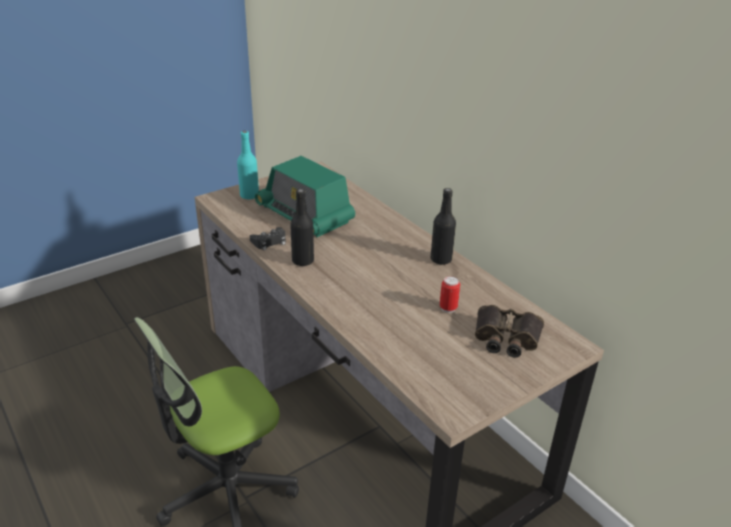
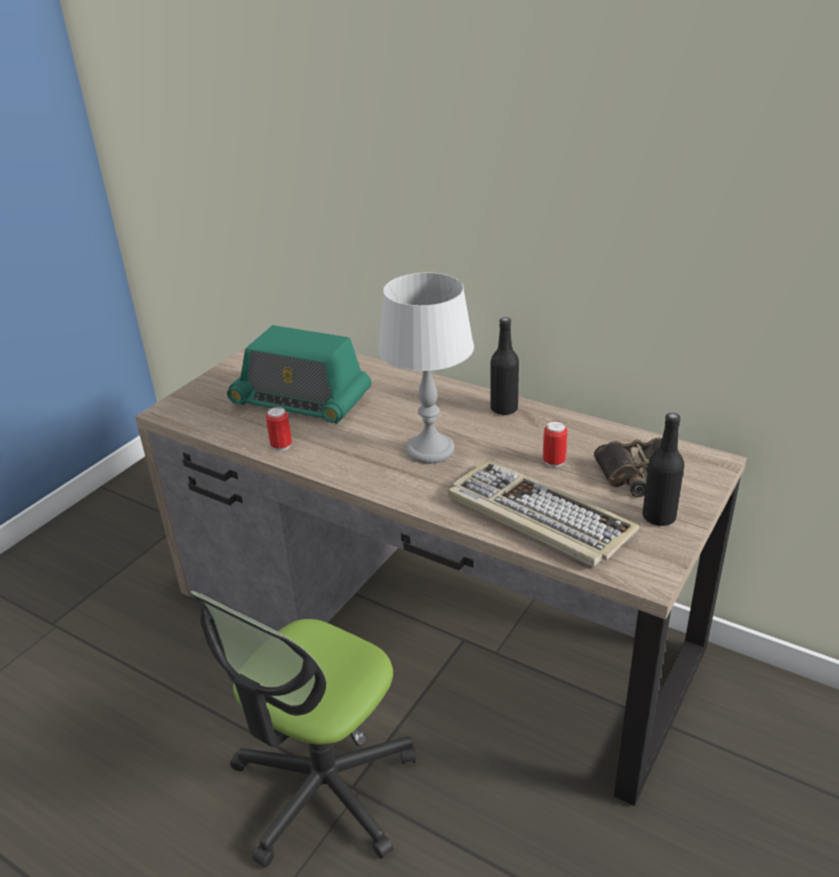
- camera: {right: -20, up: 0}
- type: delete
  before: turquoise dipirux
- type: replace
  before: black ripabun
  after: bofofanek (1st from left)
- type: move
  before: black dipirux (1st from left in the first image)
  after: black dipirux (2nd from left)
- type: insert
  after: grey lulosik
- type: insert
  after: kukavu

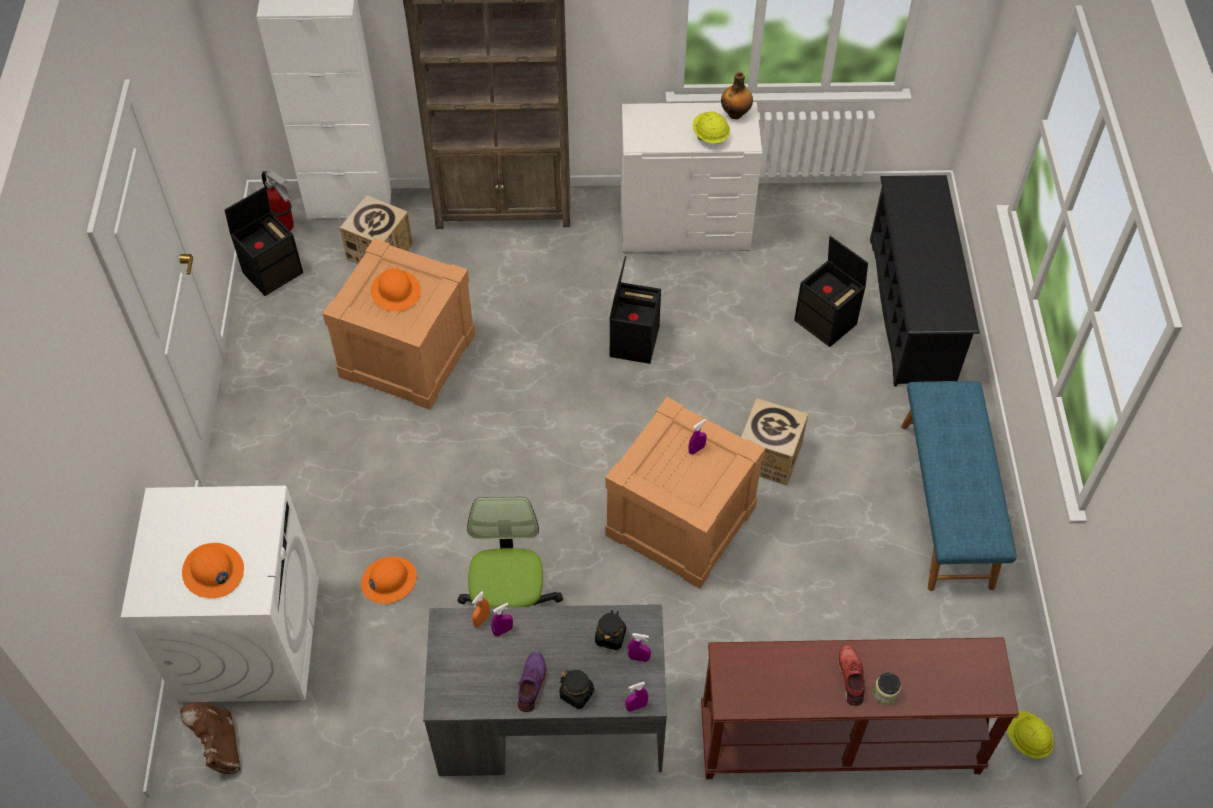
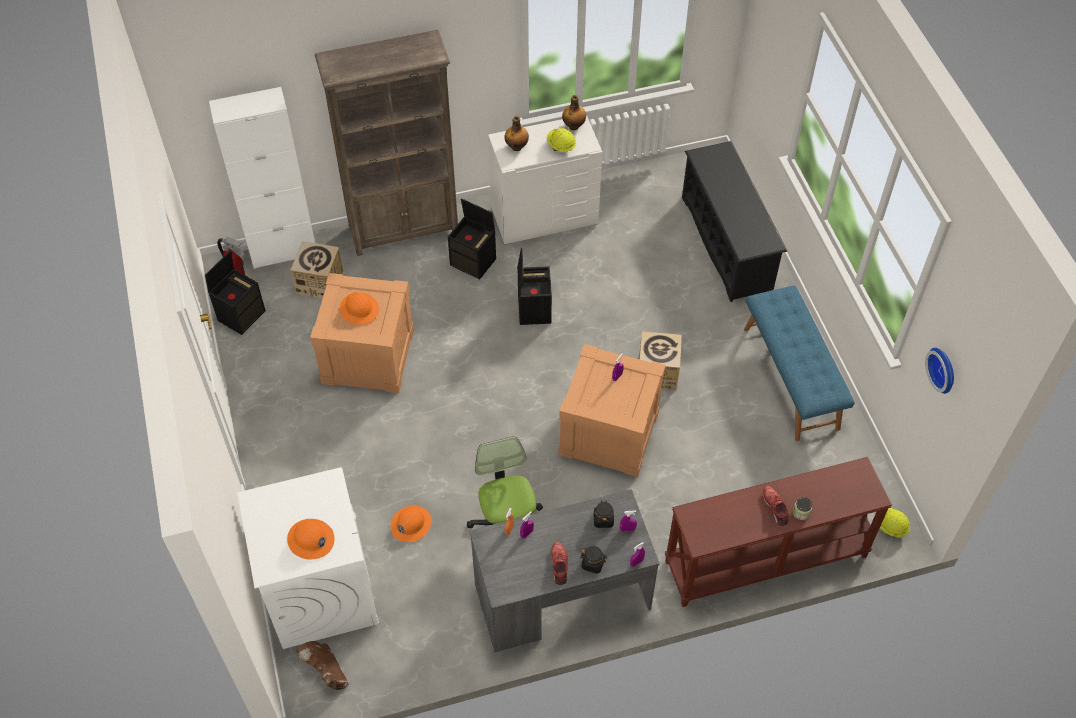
- camera: {right: -15, up: 0}
- type: recolor
  before: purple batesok
  after: red batesok (1st from left)
- type: move
  before: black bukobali (3rd from left in the first image)
  after: black bukobali (2nd from left)
- type: insert
  after: dipirux (1st from left)
- type: insert
  after: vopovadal

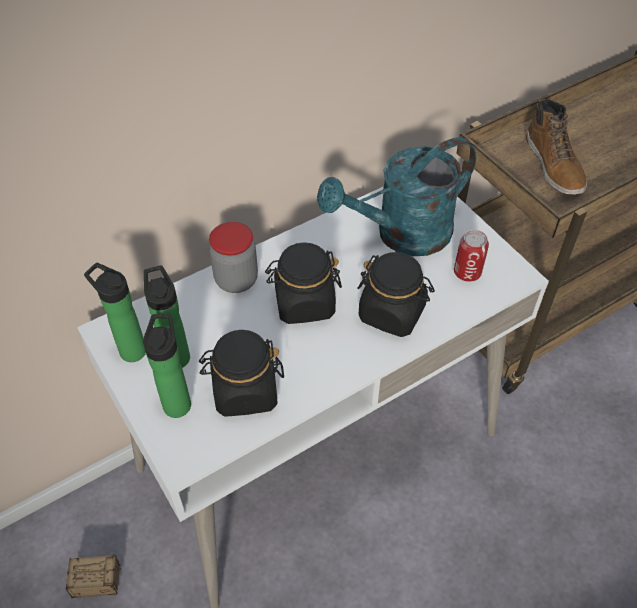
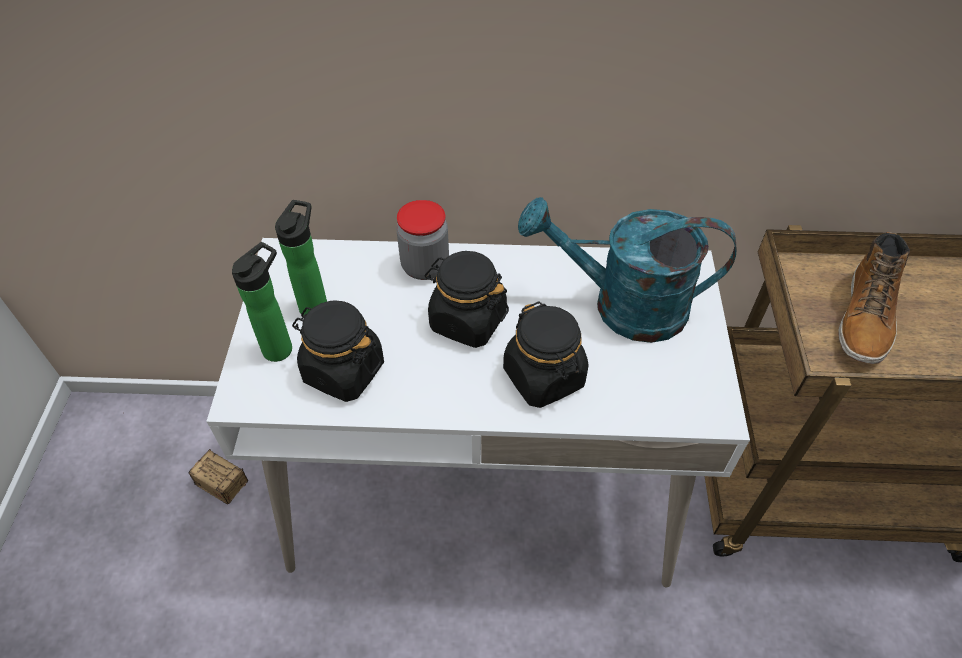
- camera: {right: 35, up: 0}
- type: delete
  before: dipirux (1st from left)
- type: delete
  before: bofofanek

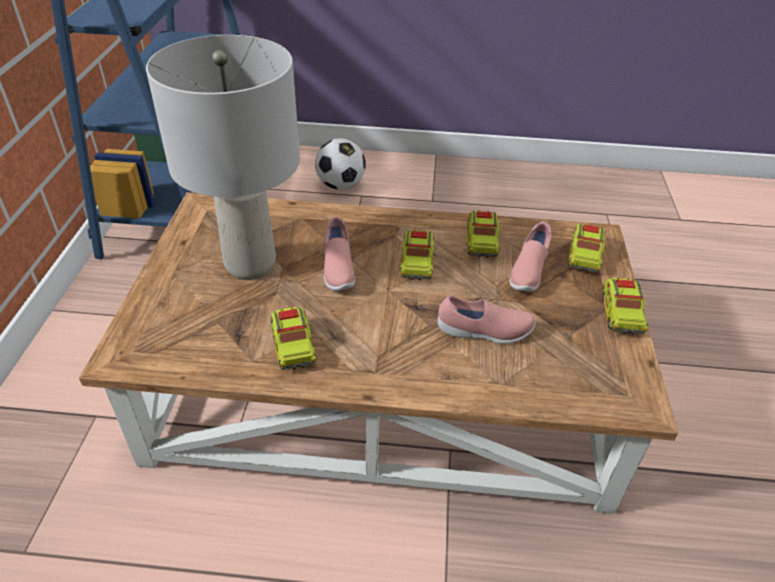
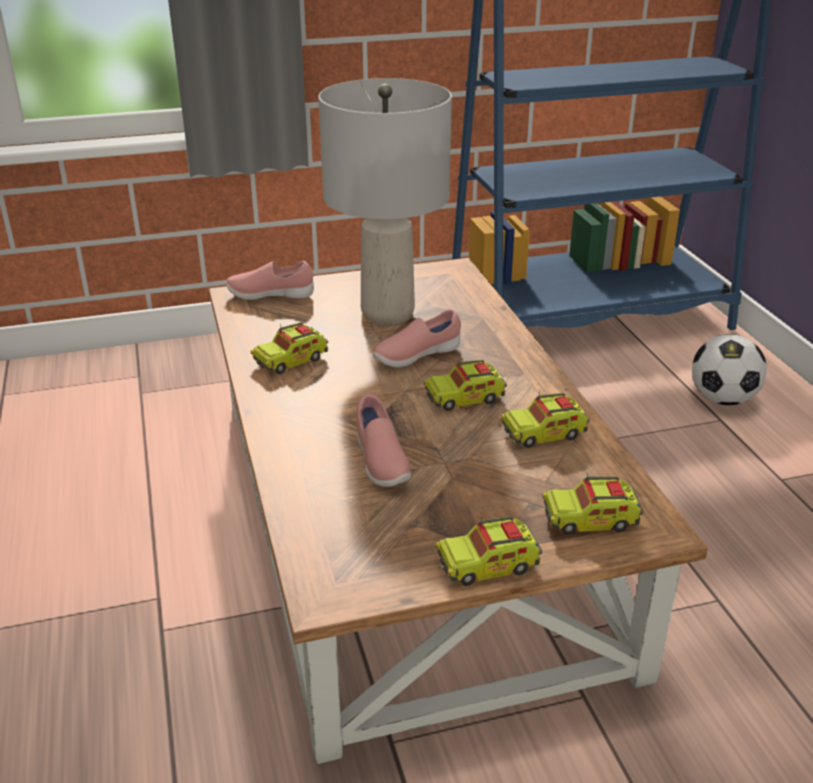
- camera: {right: 70, up: -10}
- type: move
  before: pink batesok (3rd from left in the first image)
  after: pink batesok (1st from left)

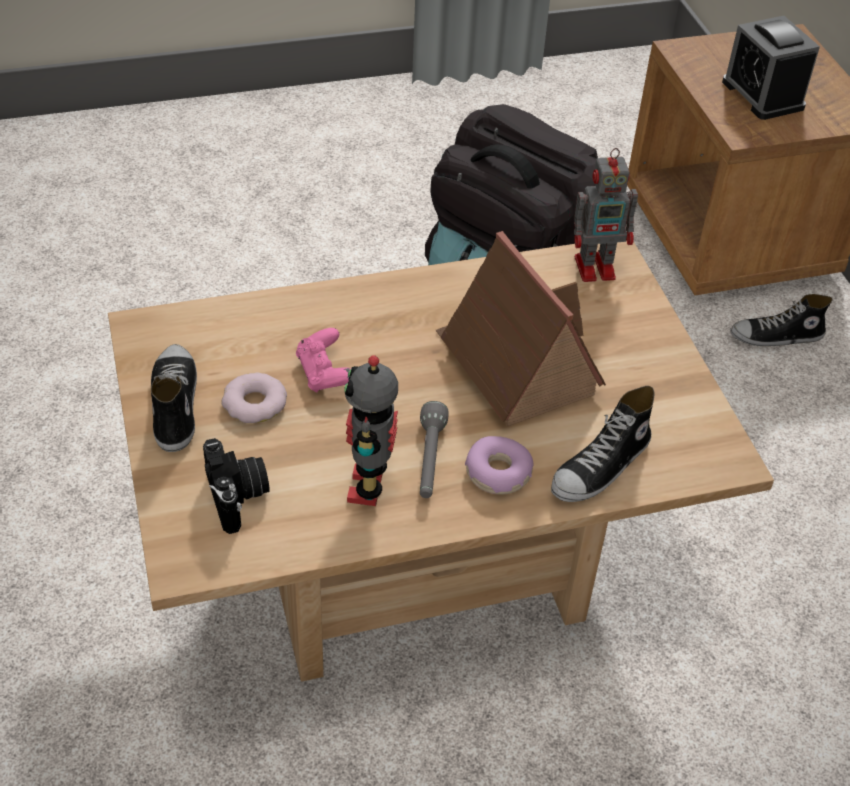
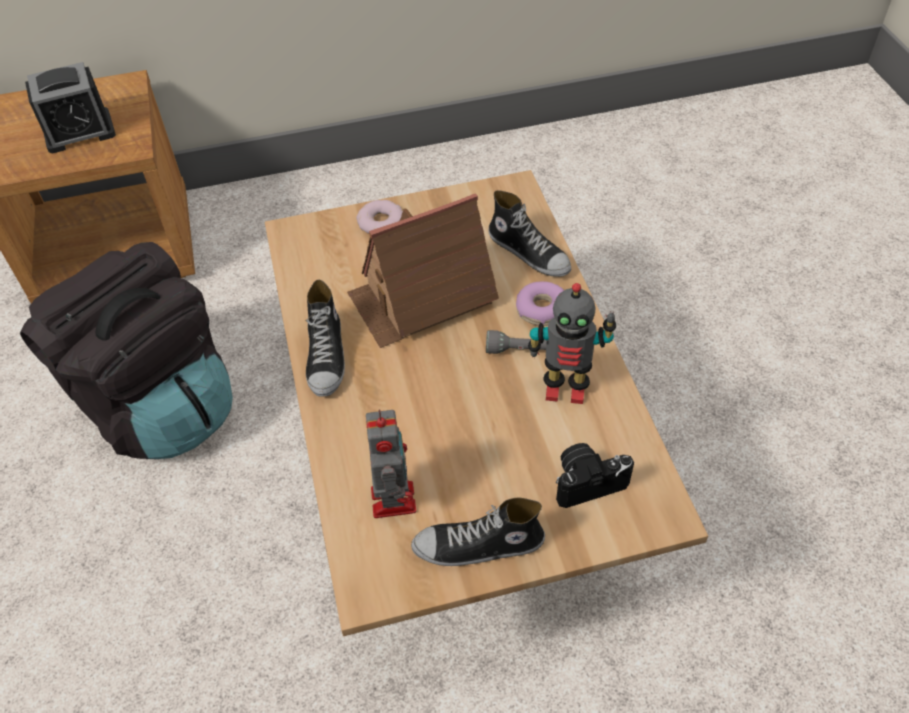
- camera: {right: -85, up: 5}
- type: move
  before: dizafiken (1st from left)
- type: delete
  before: pink ripabun
- type: move
  before: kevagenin (2nd from left in the first image)
  after: kevagenin (1st from left)
- type: move
  before: batesok (3rd from left in the first image)
  after: batesok (1st from left)

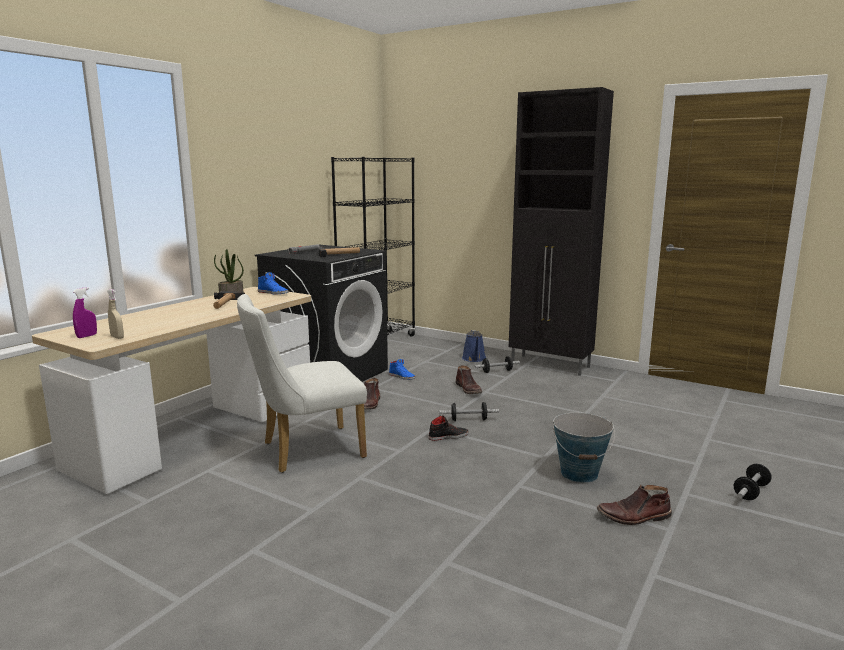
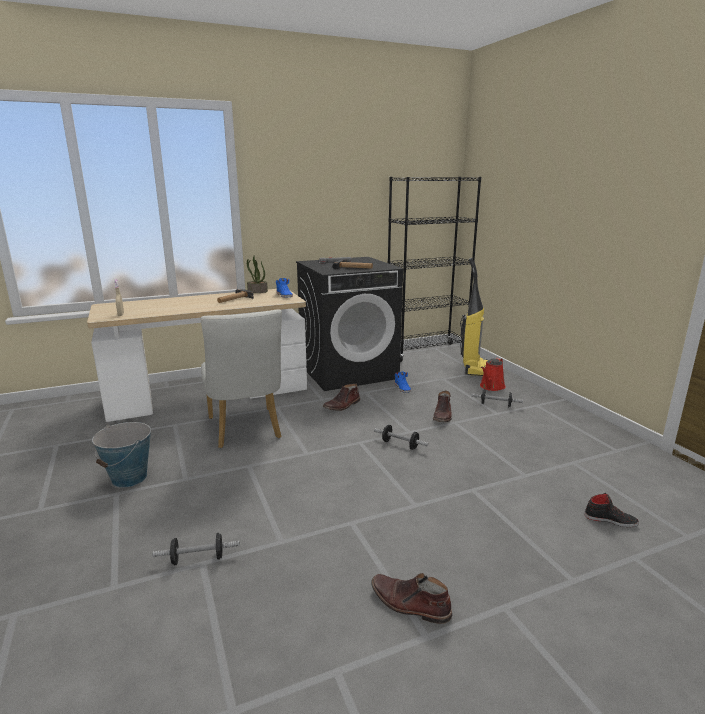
- camera: {right: 35, up: 5}
- type: delete
  before: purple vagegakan
- type: rotate
  before: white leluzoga
  turn: -120
- type: move
  before: black batesok
- type: recolor
  before: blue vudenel
  after: red vudenel
- type: delete
  before: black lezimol
- type: move
  before: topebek
- type: move
  before: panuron (3rd from left in the first image)
  after: panuron (1st from left)
- type: insert
  after: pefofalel

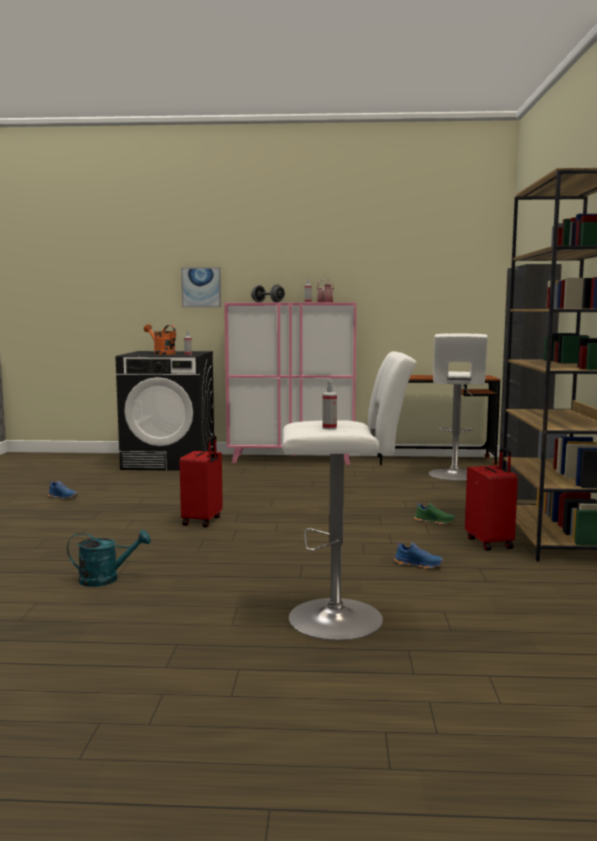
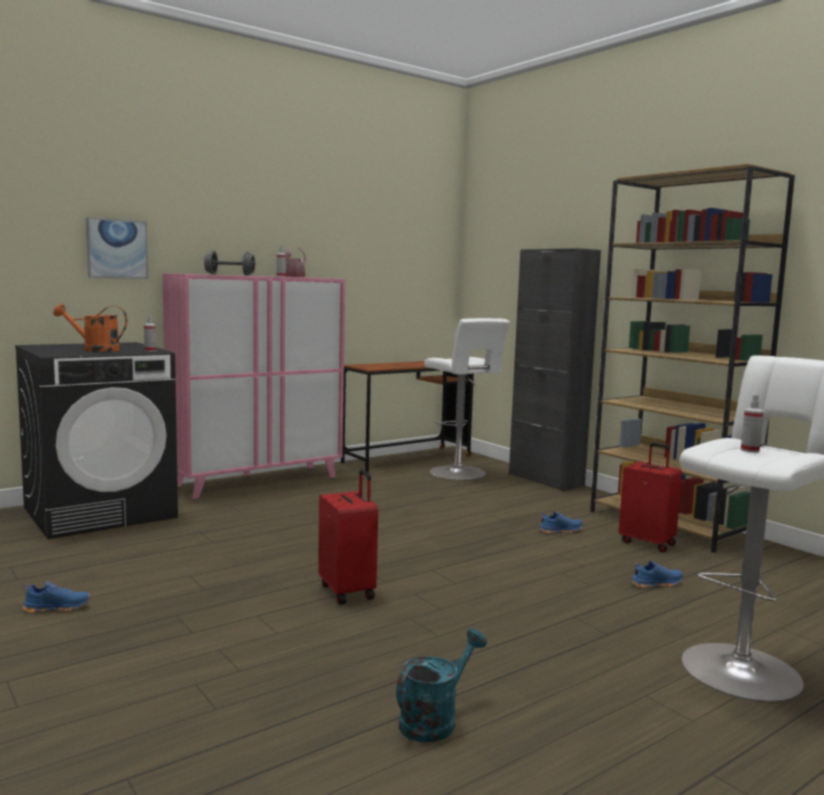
- camera: {right: -40, up: 0}
- type: recolor
  before: green batesok
  after: blue batesok (2nd from left)

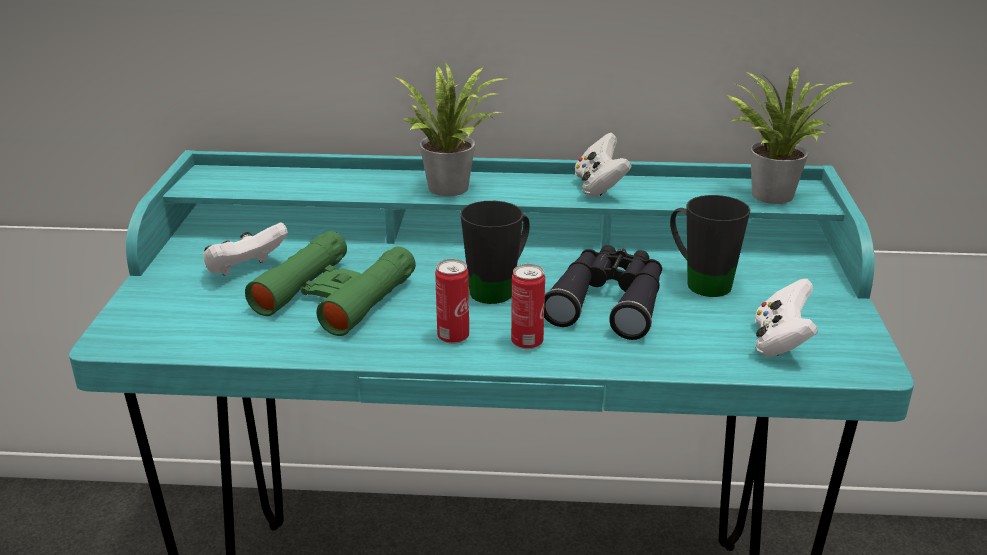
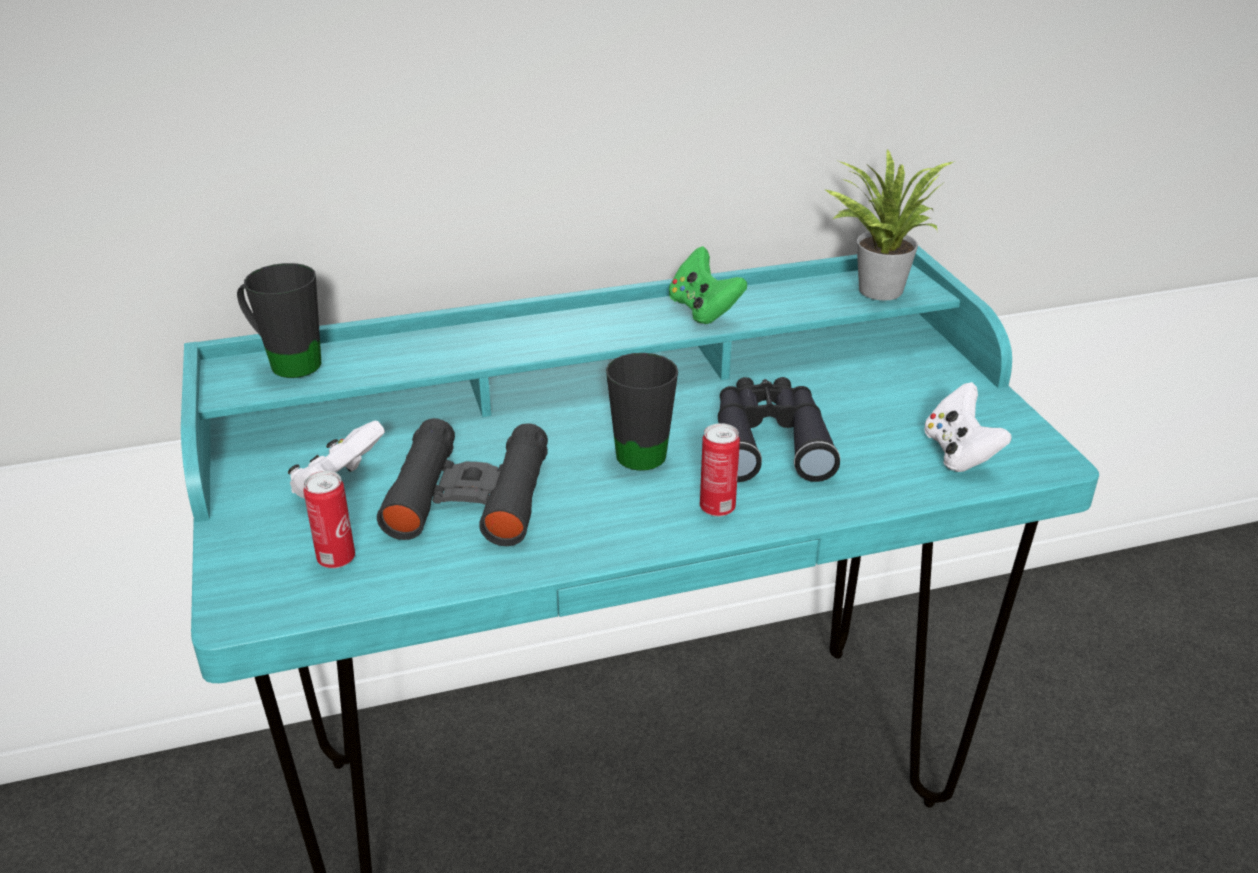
- camera: {right: -20, up: 5}
- type: recolor
  before: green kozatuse
  after: black kozatuse (1st from left)
- type: delete
  before: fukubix (1st from left)
- type: move
  before: bofofanek (1st from left)
- type: recolor
  before: white ripabun (2nd from left)
  after: green ripabun
- type: move
  before: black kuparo (2nd from left in the first image)
  after: black kuparo (1st from left)

